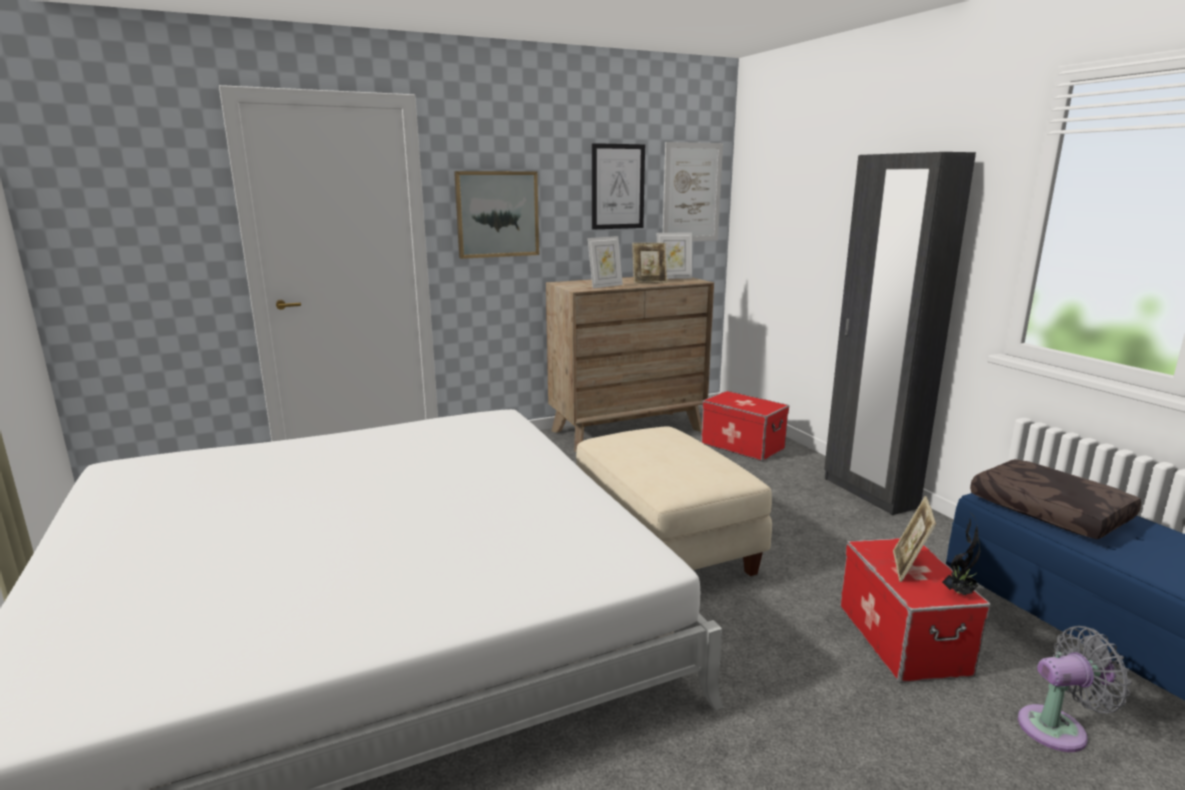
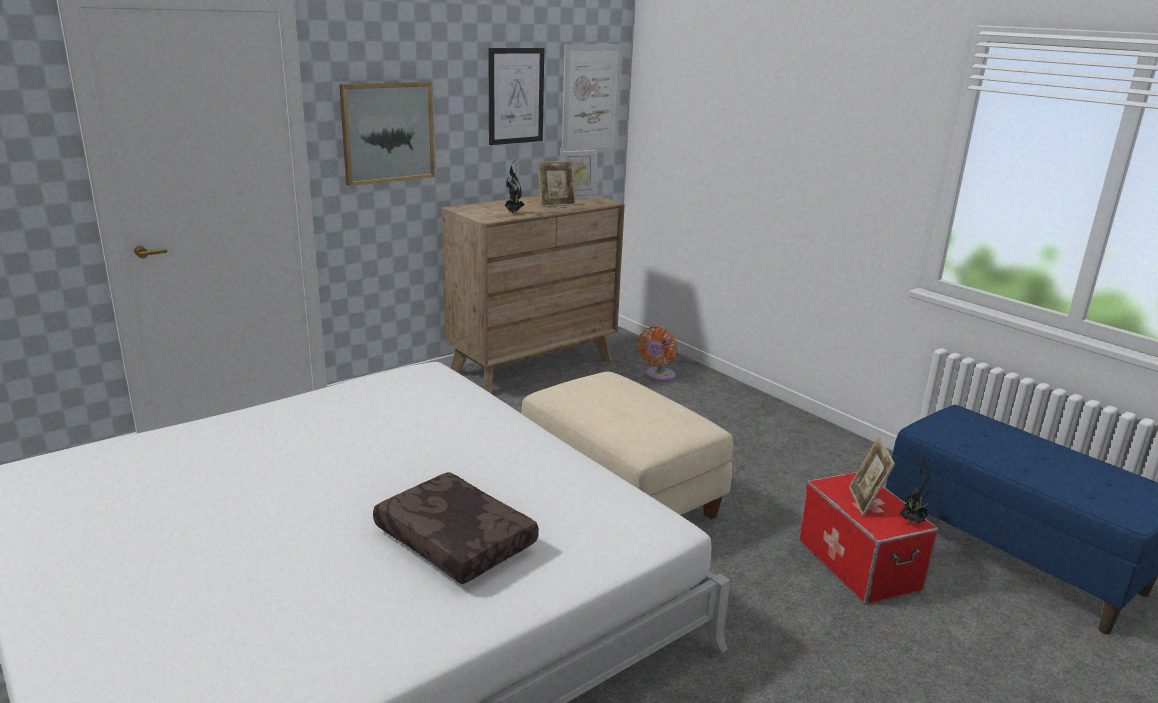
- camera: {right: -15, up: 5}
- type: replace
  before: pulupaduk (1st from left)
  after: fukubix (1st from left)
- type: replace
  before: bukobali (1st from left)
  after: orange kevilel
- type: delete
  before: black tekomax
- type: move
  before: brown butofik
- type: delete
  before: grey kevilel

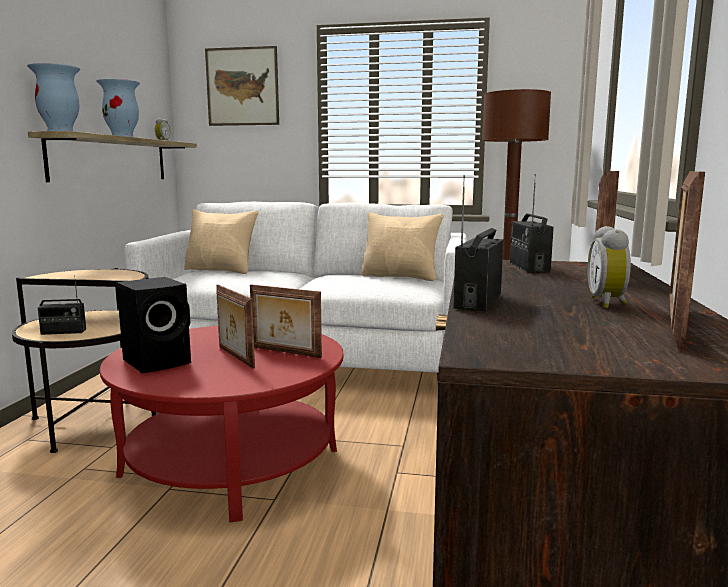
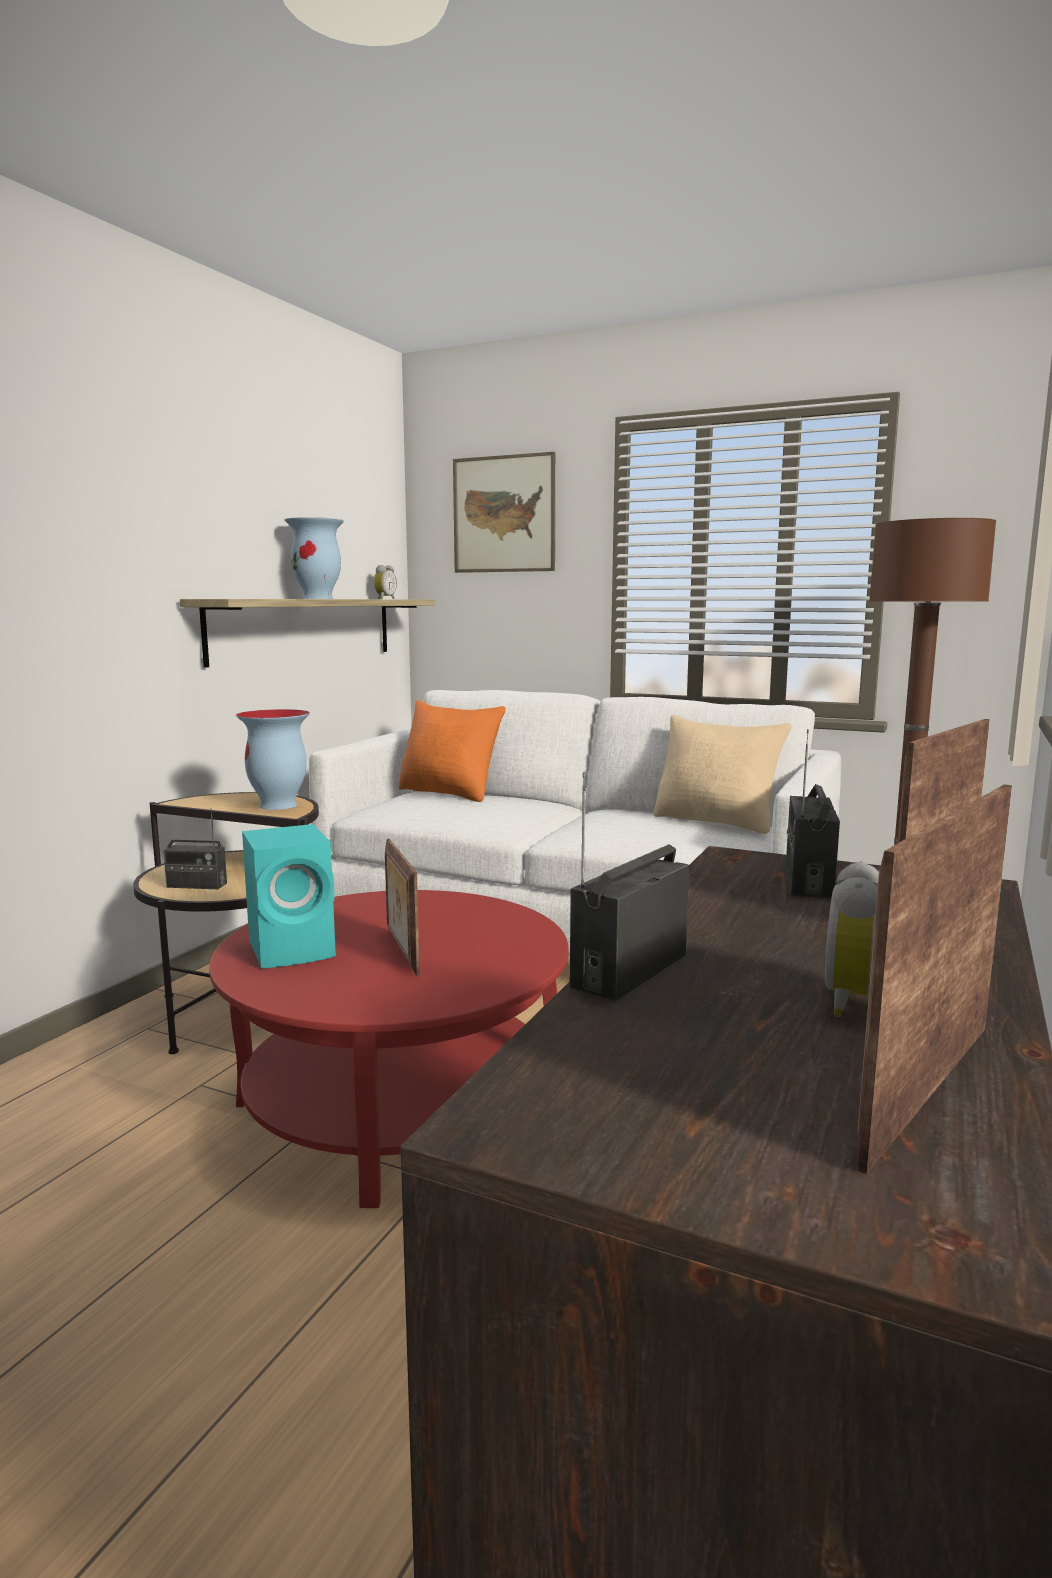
- camera: {right: 15, up: 0}
- type: move
  before: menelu (1st from left)
- type: recolor
  before: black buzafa
  after: turquoise buzafa
- type: recolor
  before: beige butofik (1st from left)
  after: orange butofik
- type: delete
  before: pulupaduk (2nd from left)

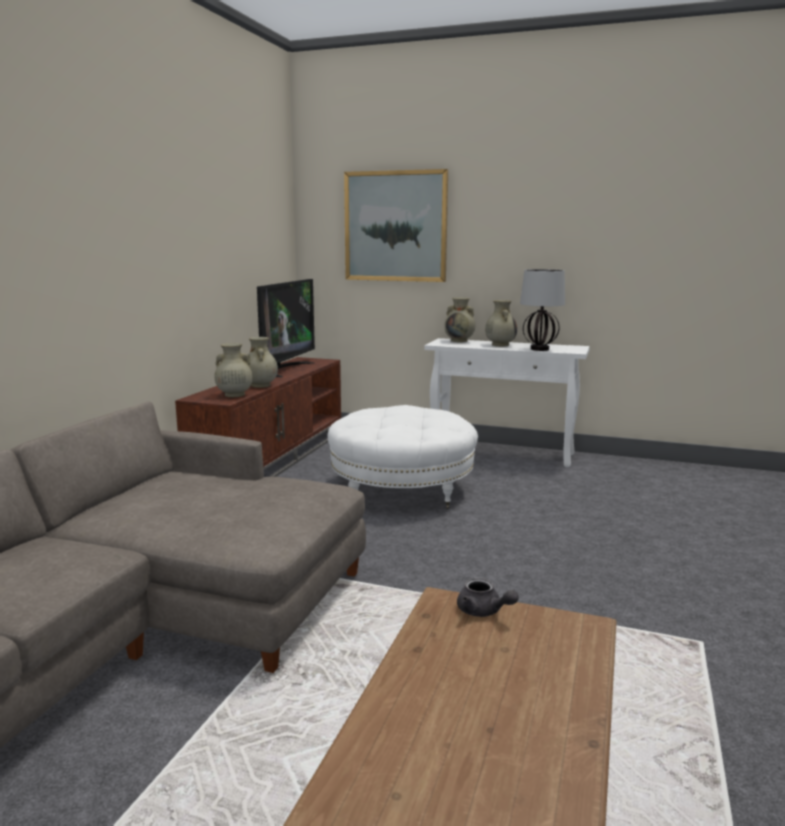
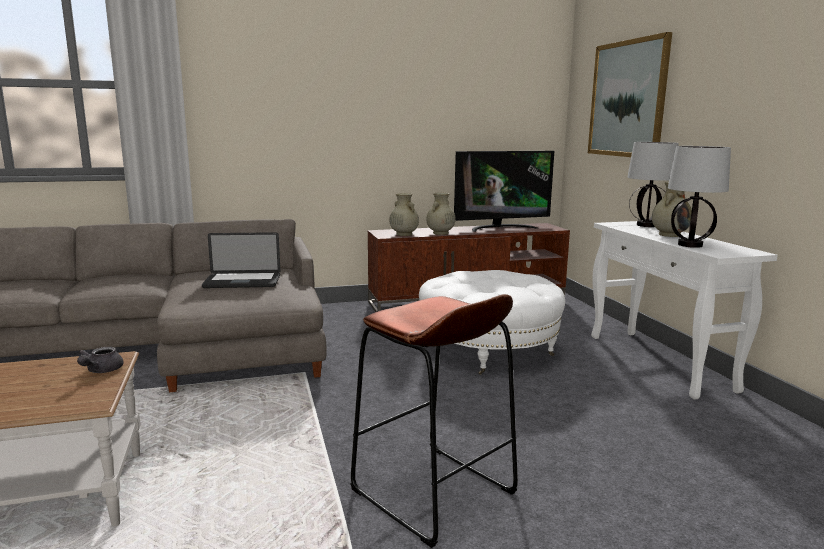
- camera: {right: 55, up: 0}
- type: replace
  before: beige menelu (3rd from left)
  after: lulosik (1st from left)
- type: insert
  after: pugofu
- type: insert
  after: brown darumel

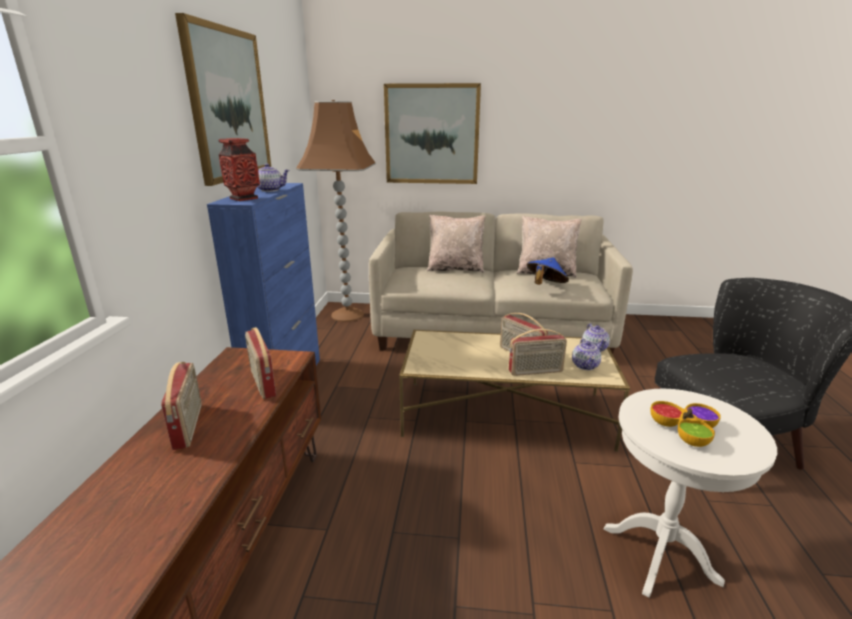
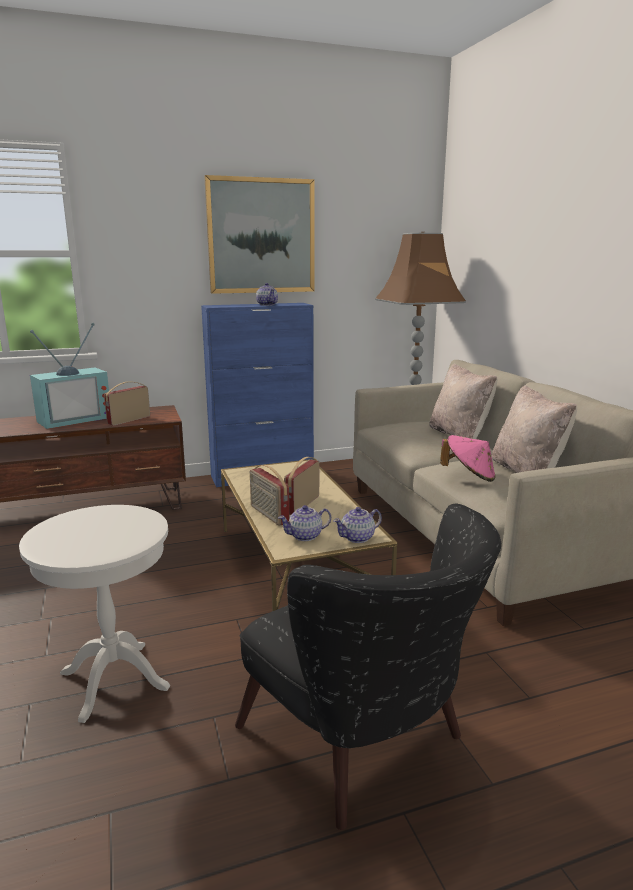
- camera: {right: 65, up: -5}
- type: replace
  before: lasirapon (1st from left)
  after: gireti
- type: delete
  before: menelu
- type: delete
  before: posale (2nd from left)
- type: recolor
  before: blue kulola
  after: pink kulola
- type: delete
  before: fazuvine

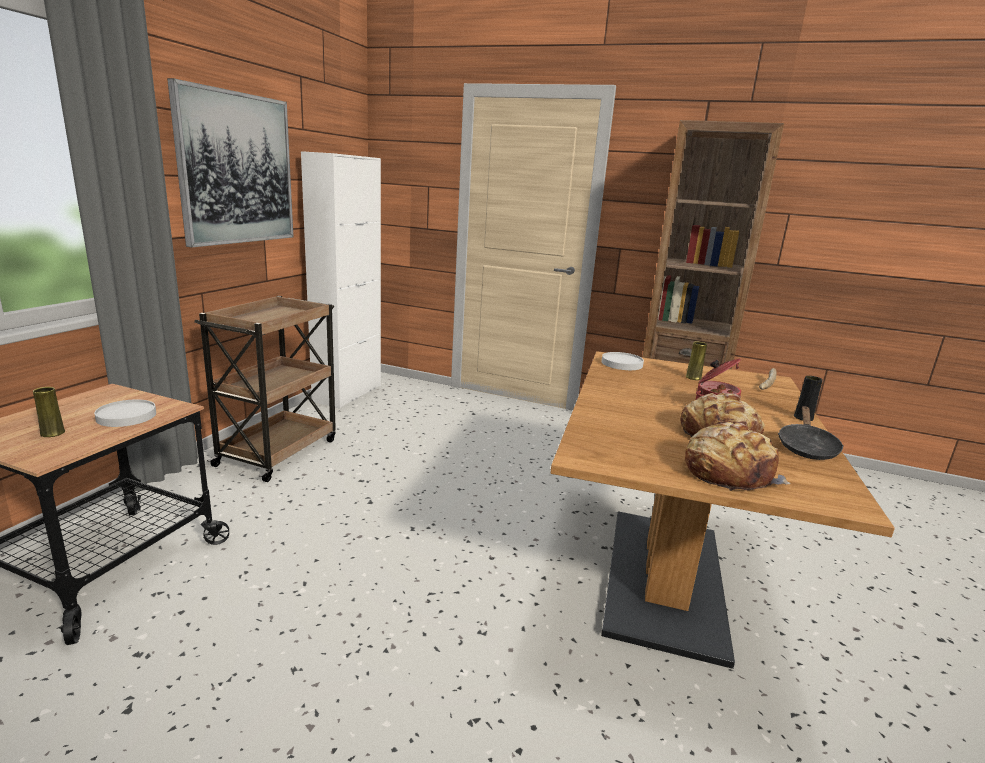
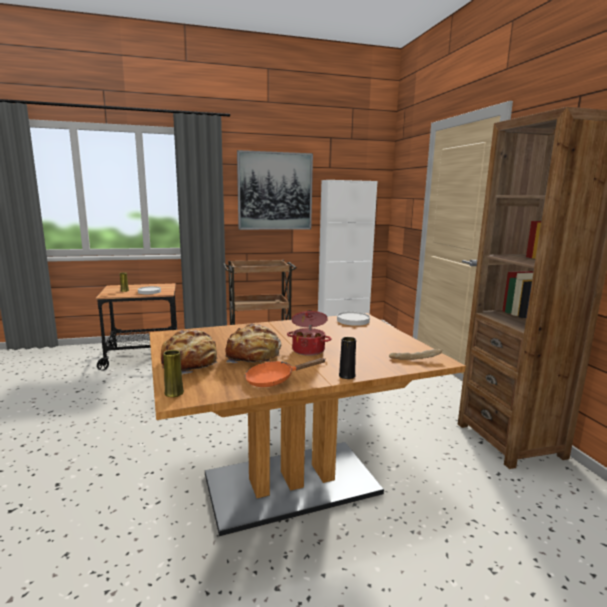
- camera: {right: 55, up: -5}
- type: move
  before: yellow menelu (2nd from left)
- type: recolor
  before: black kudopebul
  after: orange kudopebul

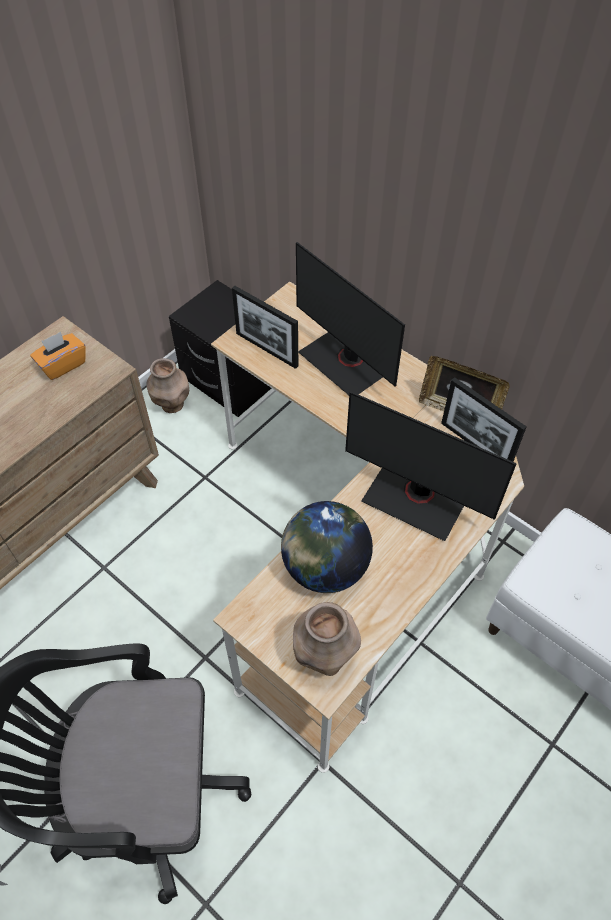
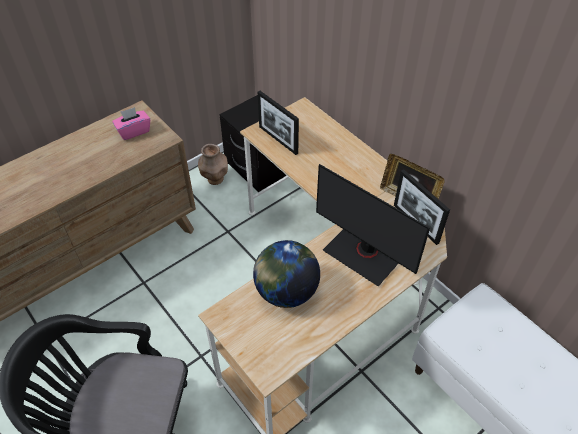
- camera: {right: 10, up: -5}
- type: recolor
  before: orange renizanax
  after: pink renizanax
- type: delete
  before: brown menelu (2nd from left)
- type: delete
  before: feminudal (1st from left)

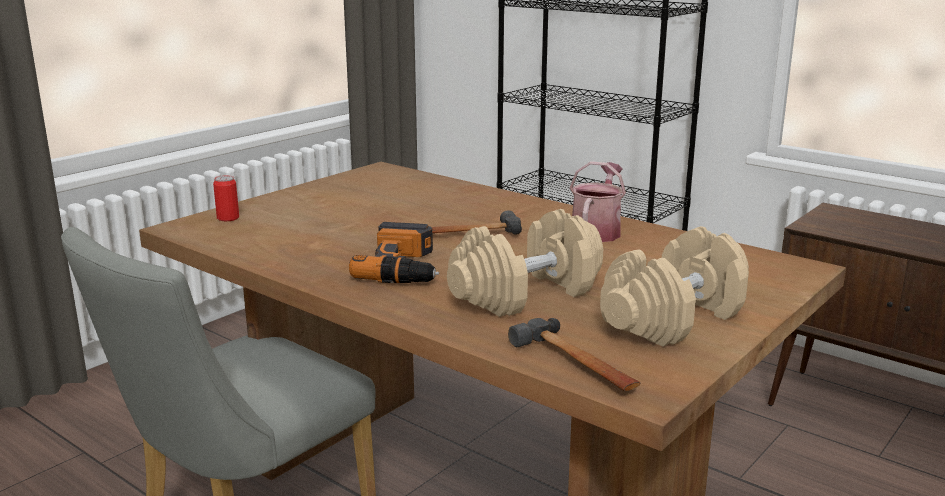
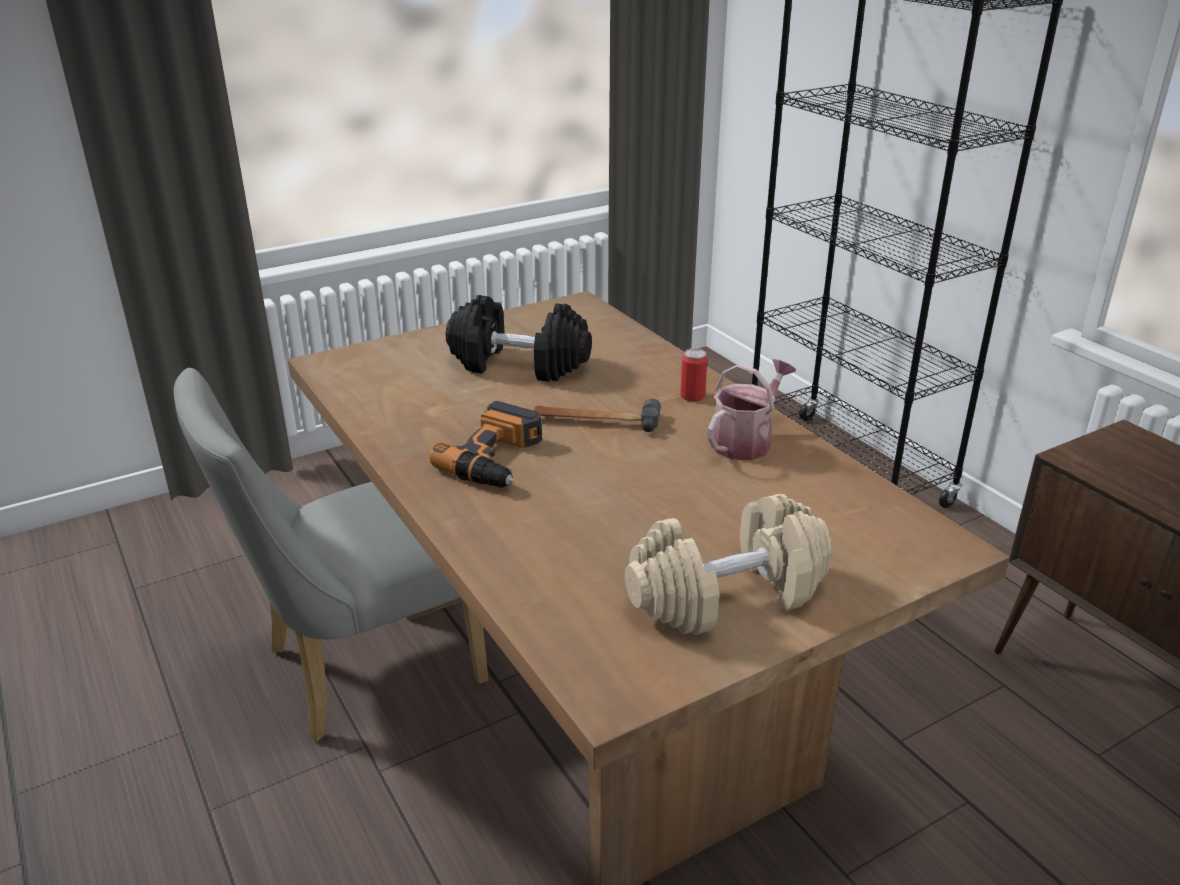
- camera: {right: 20, up: 10}
- type: move
  before: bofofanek
- type: delete
  before: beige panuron (1st from left)
- type: delete
  before: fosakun (2nd from left)
- type: insert
  after: black panuron

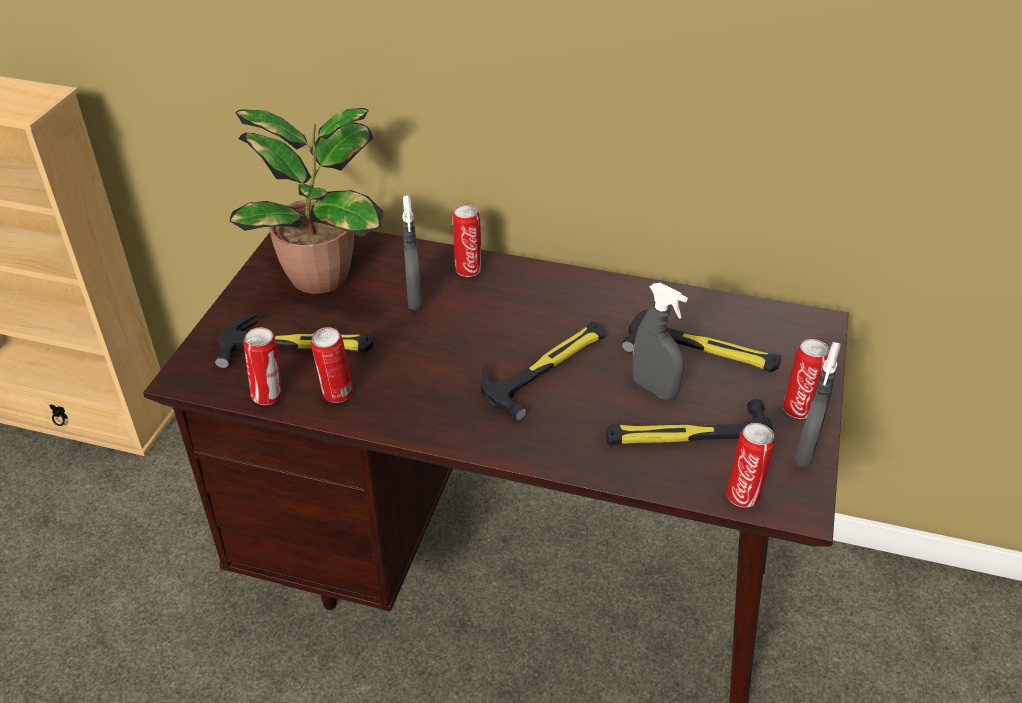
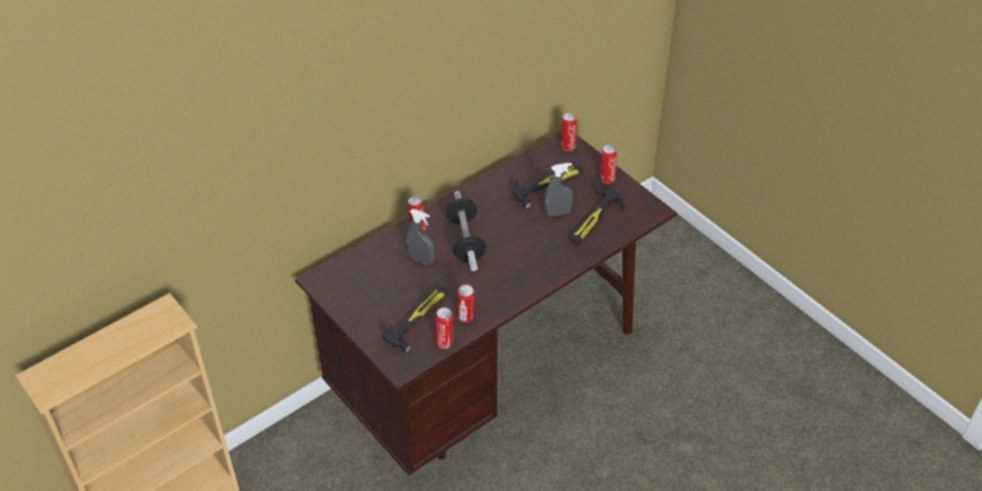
- camera: {right: -55, up: 5}
- type: delete
  before: fukubix
- type: delete
  before: fosakun (2nd from left)
- type: move
  before: bofofanek (4th from left)
- type: delete
  before: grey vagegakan (3rd from left)
- type: insert
  after: panuron

